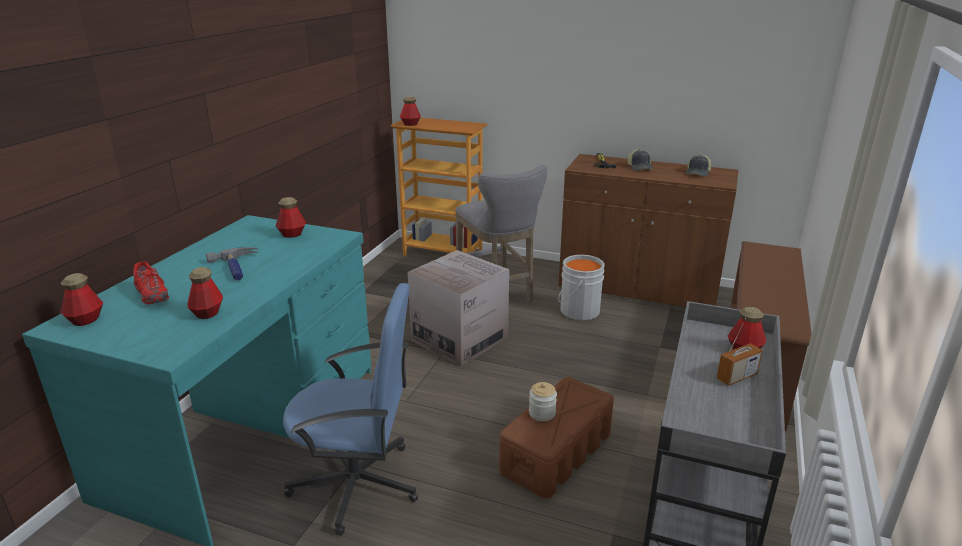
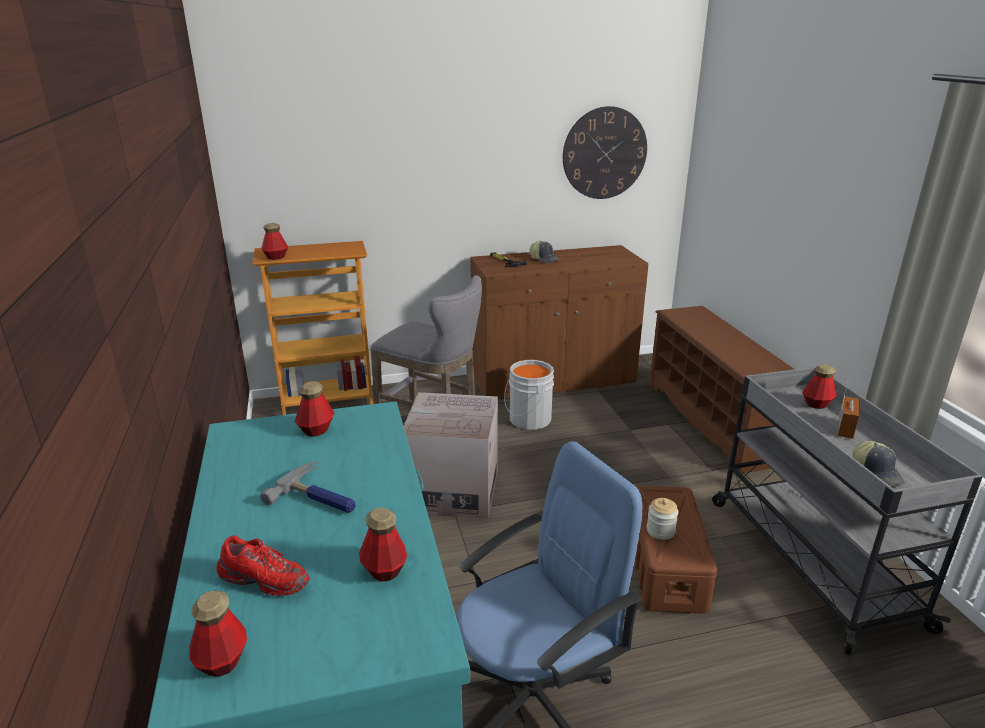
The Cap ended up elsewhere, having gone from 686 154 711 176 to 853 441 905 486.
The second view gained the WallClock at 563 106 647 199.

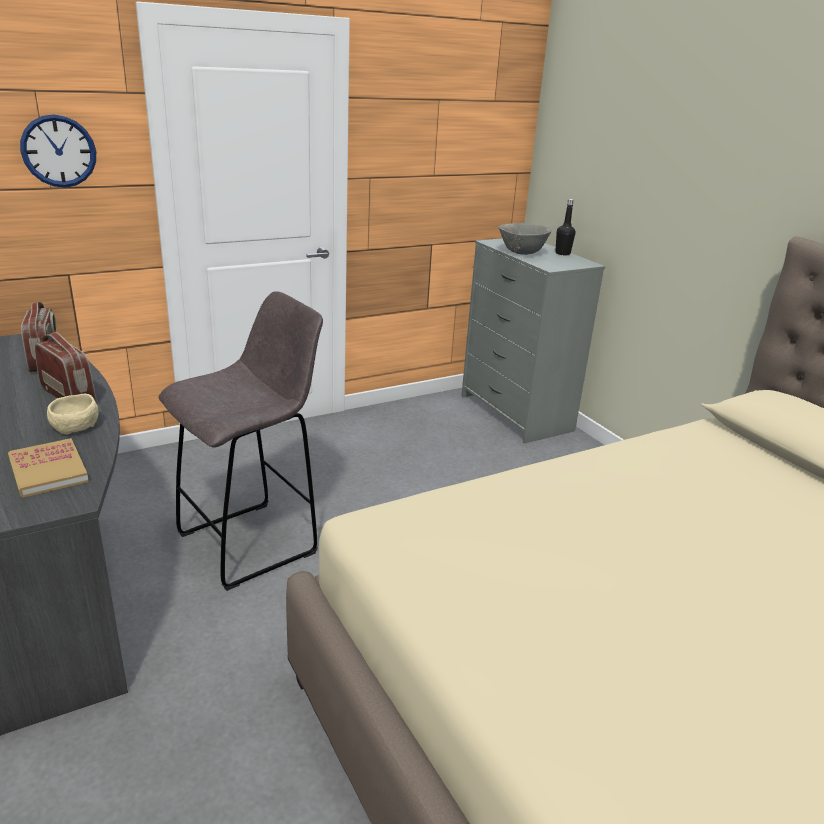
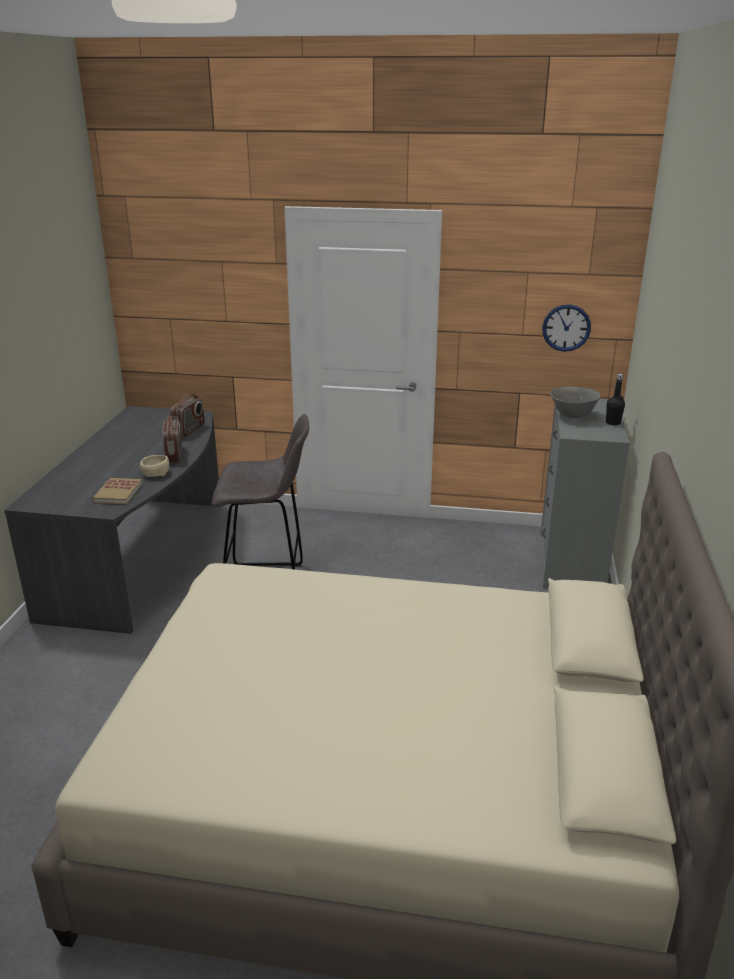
The WallClock ended up elsewhere, having gone from 20 114 96 188 to 542 304 591 352.

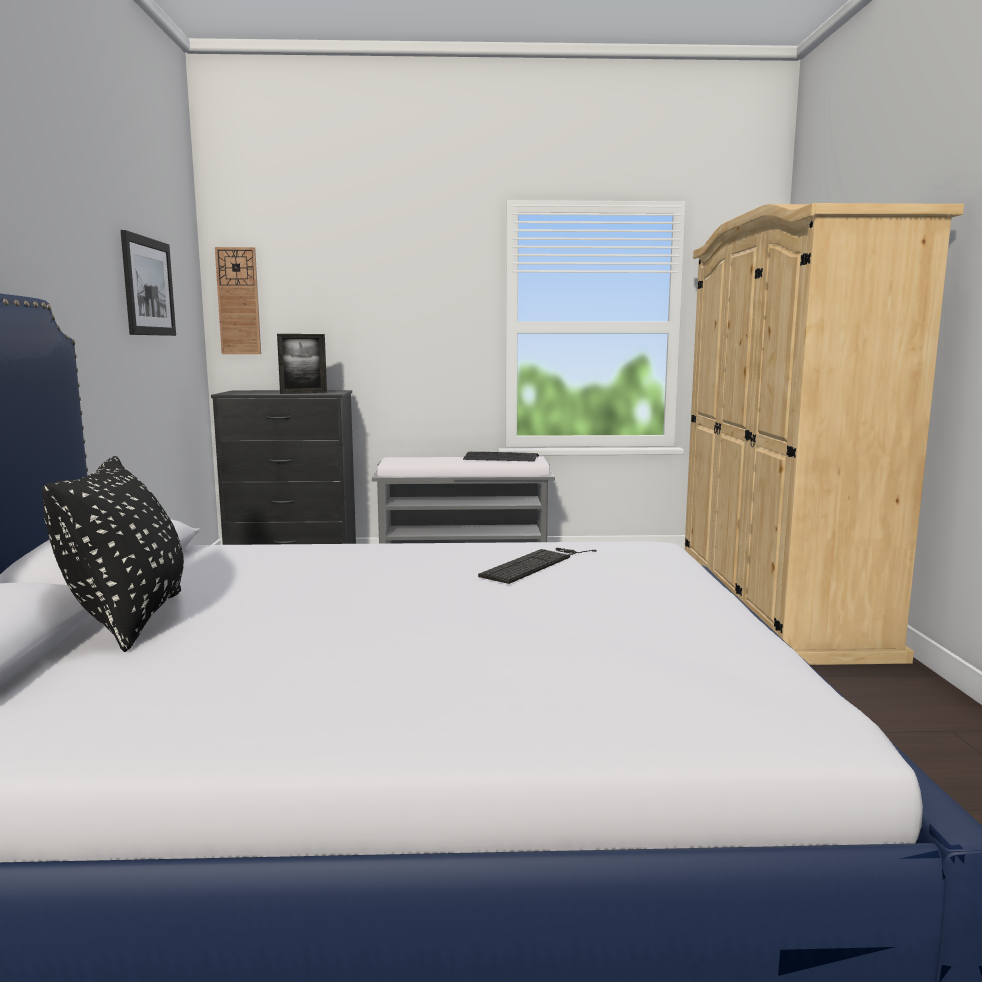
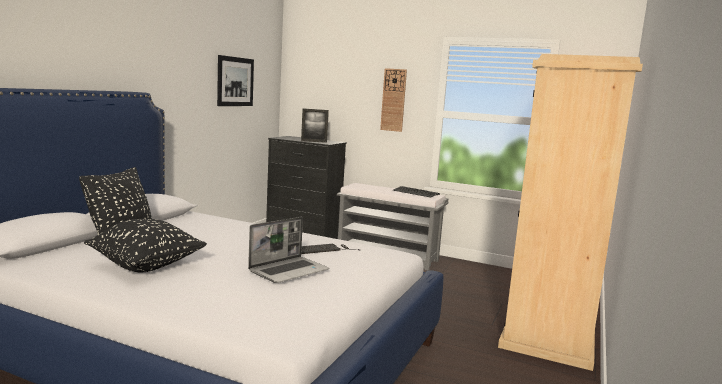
The WallClock ended up elsewhere, having gone from 215 247 261 354 to 380 68 407 132.
The second view gained the Laptop at 248 217 329 283.
The second view gained the BlackPillow at 84 219 207 272.

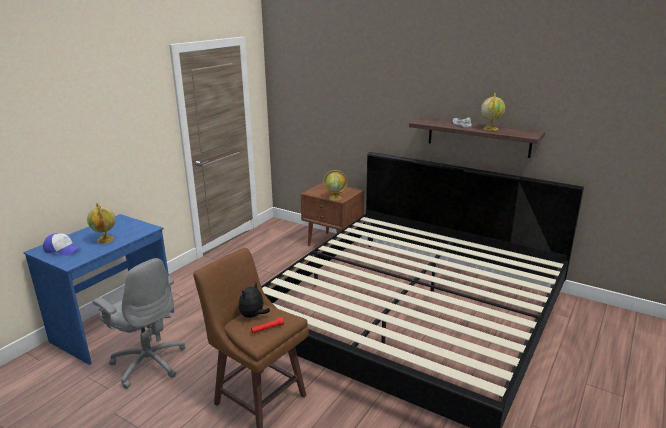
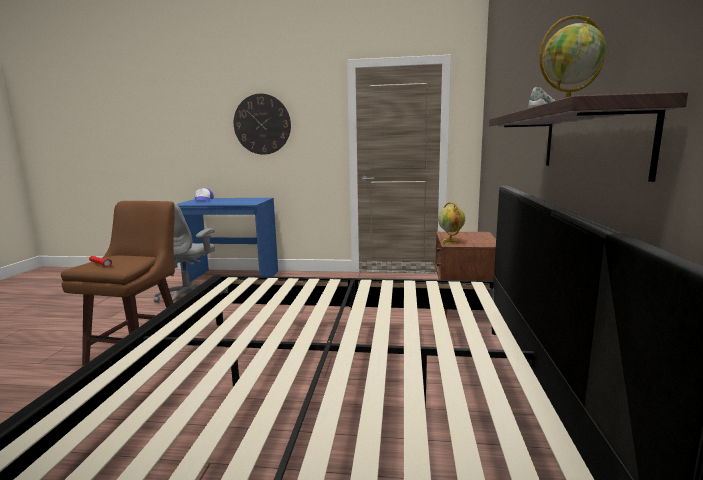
The second view lost the Globe at 87 203 116 244.
The second view lost the PlushToy at 238 282 270 318.
The second view gained the WallClock at 234 94 291 155.

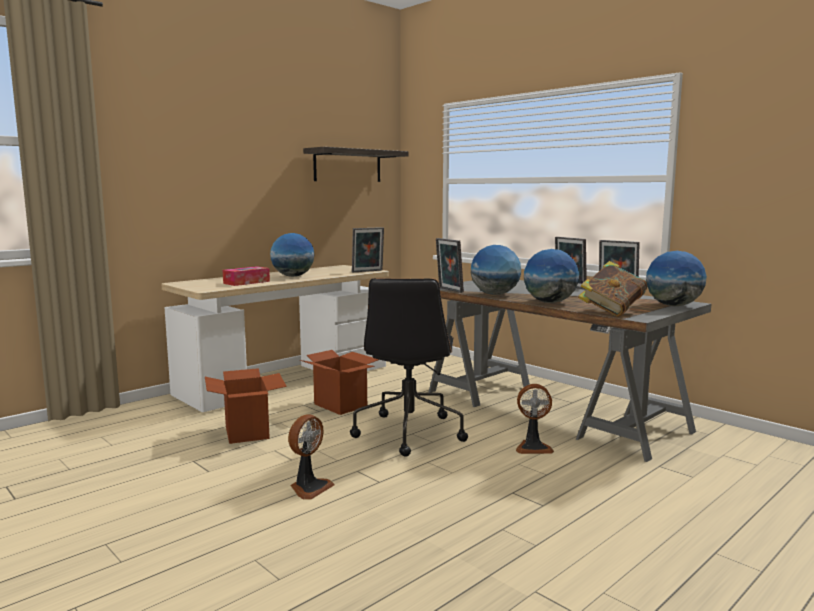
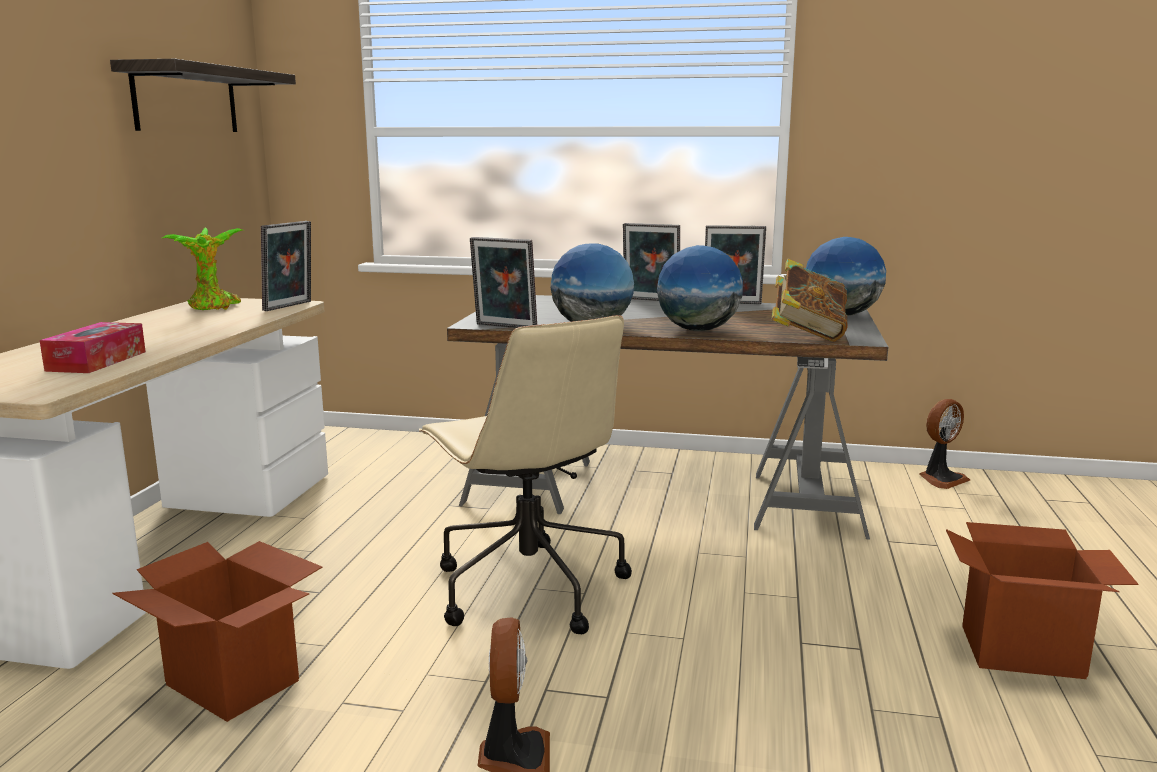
The second view lost the Globe at 270 233 314 277.
What was the BlackOfficeChair at 350 278 468 457 turned into the BeigeOfficeChair at 419 315 632 634.
The CardboardBox ended up elsewhere, having gone from 300 350 379 415 to 946 522 1138 679.
The Fan ended up elsewhere, having gone from 516 384 554 454 to 919 399 970 489.
The second view gained the PottedPlant at 162 227 243 310.

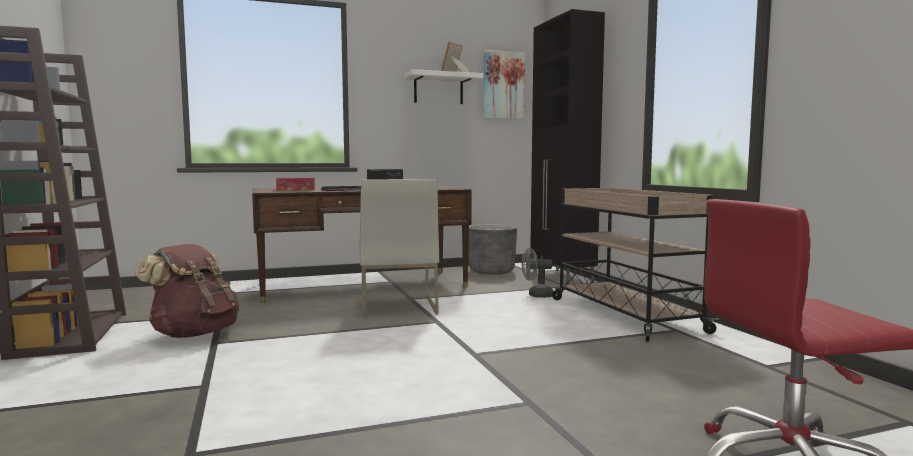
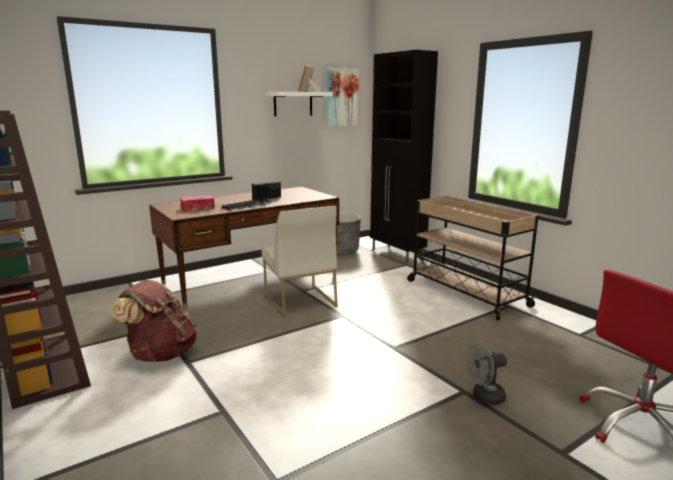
The GreyFan ended up elsewhere, having gone from 522 248 553 298 to 465 343 507 405.

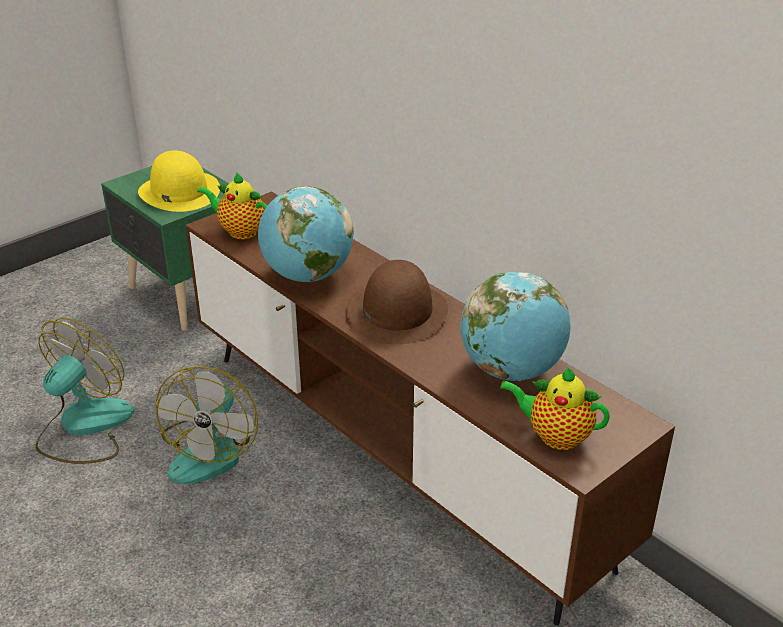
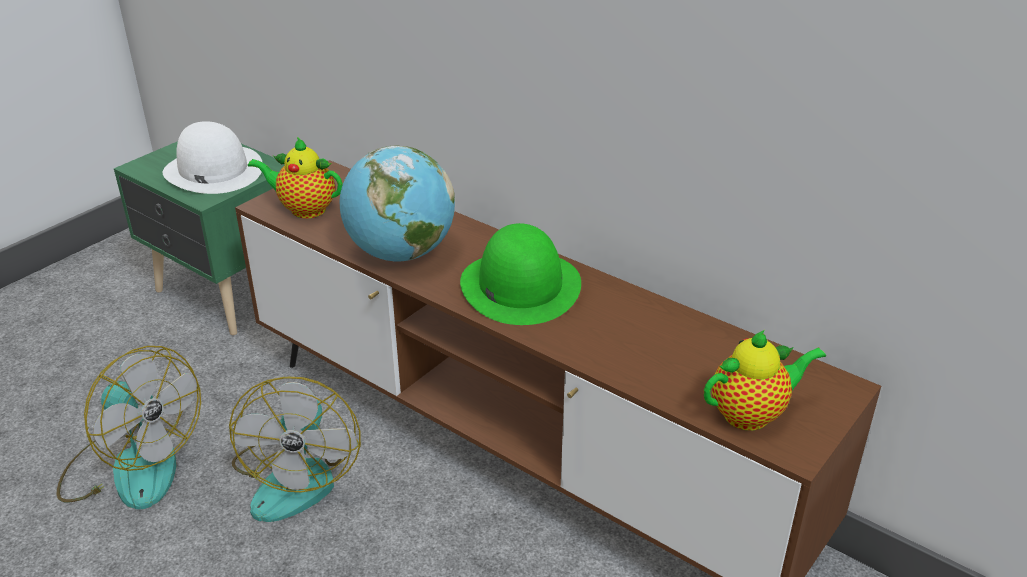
What was the YellowHat at 138 150 220 212 turned into the WhiteHat at 163 121 263 194.
What was the BrownHat at 347 260 448 345 turned into the GreenHat at 460 223 581 325.
The second view lost the Globe at 461 272 570 381.
The Fan at 35 318 134 464 ended up facing another way, 105 degrees clockwise from before.
The Teapot at 500 366 610 450 ended up facing another way, 150 degrees clockwise from before.

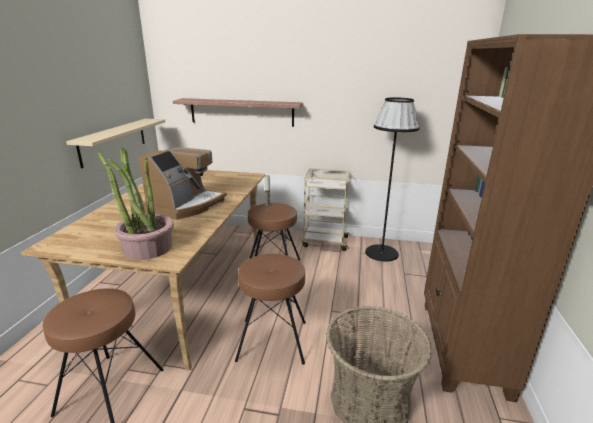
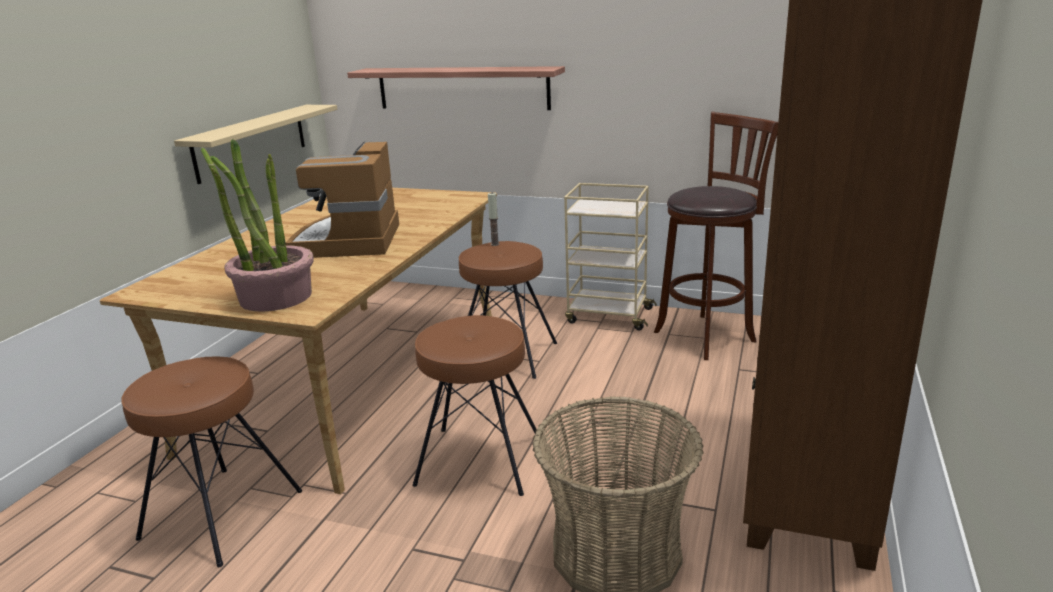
Where the BlackFloorLamp stood at 365 97 420 262, the BrownStool came to stand at 654 112 778 360.
The CoffeeMachine at 139 147 227 220 ended up facing another way, 150 degrees clockwise from before.

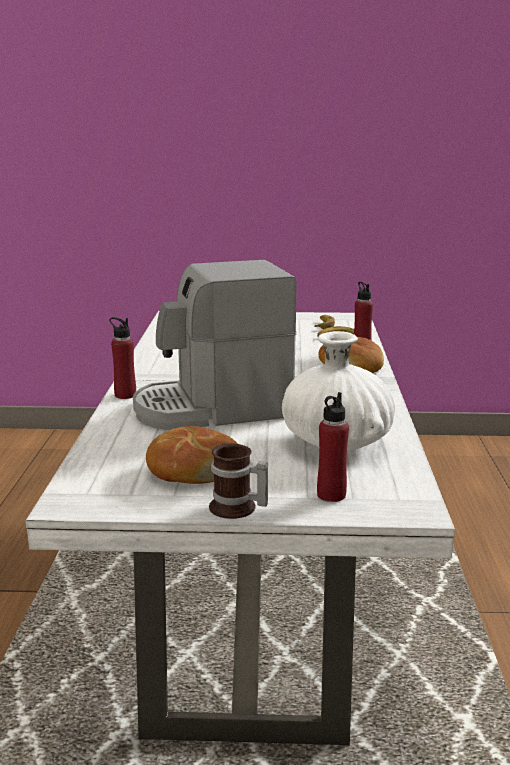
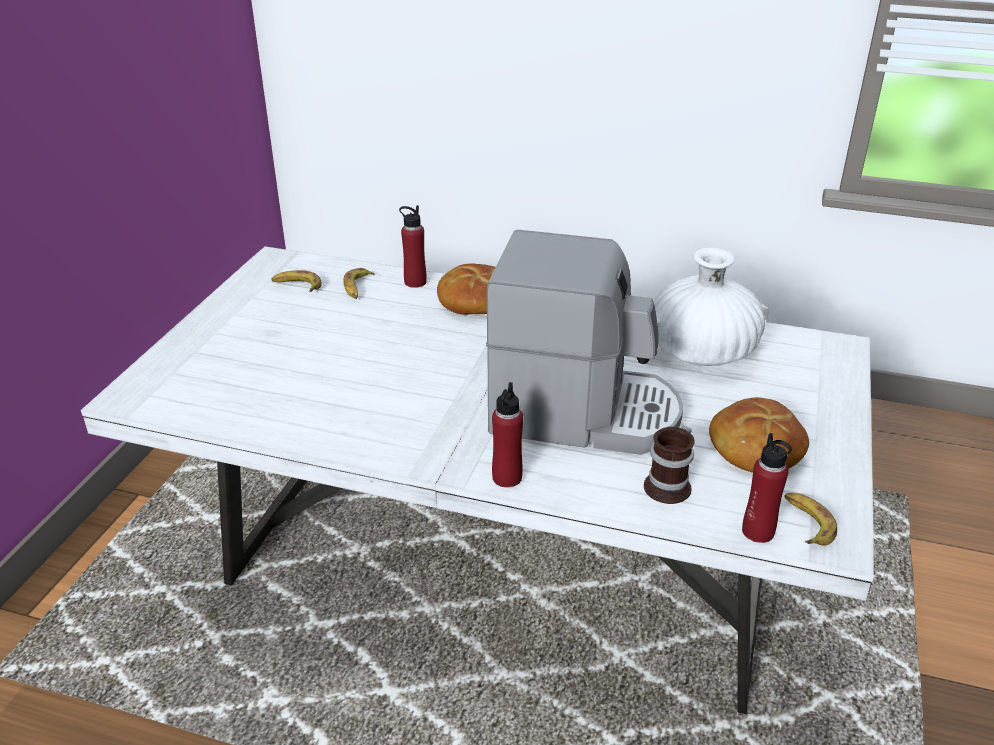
The CoffeeMachine at 133 260 297 430 ended up facing another way, 75 degrees counterclockwise from before.
The RedBottle ended up elsewhere, having gone from 317 392 349 502 to 742 433 792 543.
The Mug ended up elsewhere, having gone from 209 443 268 519 to 644 426 695 504.
The second view gained the Banana at 784 493 837 546.

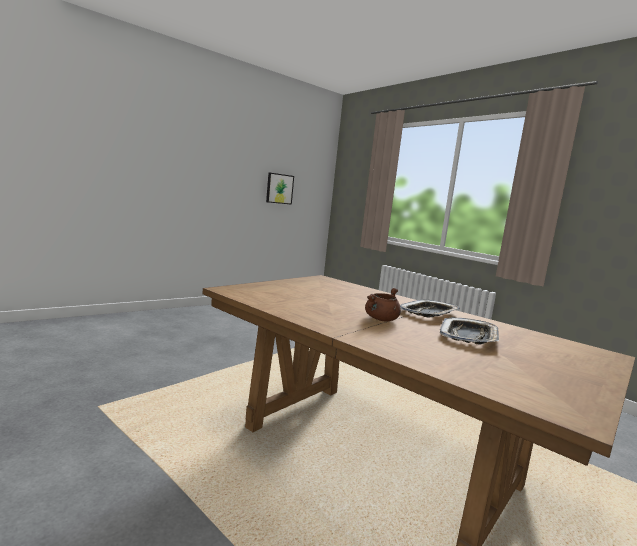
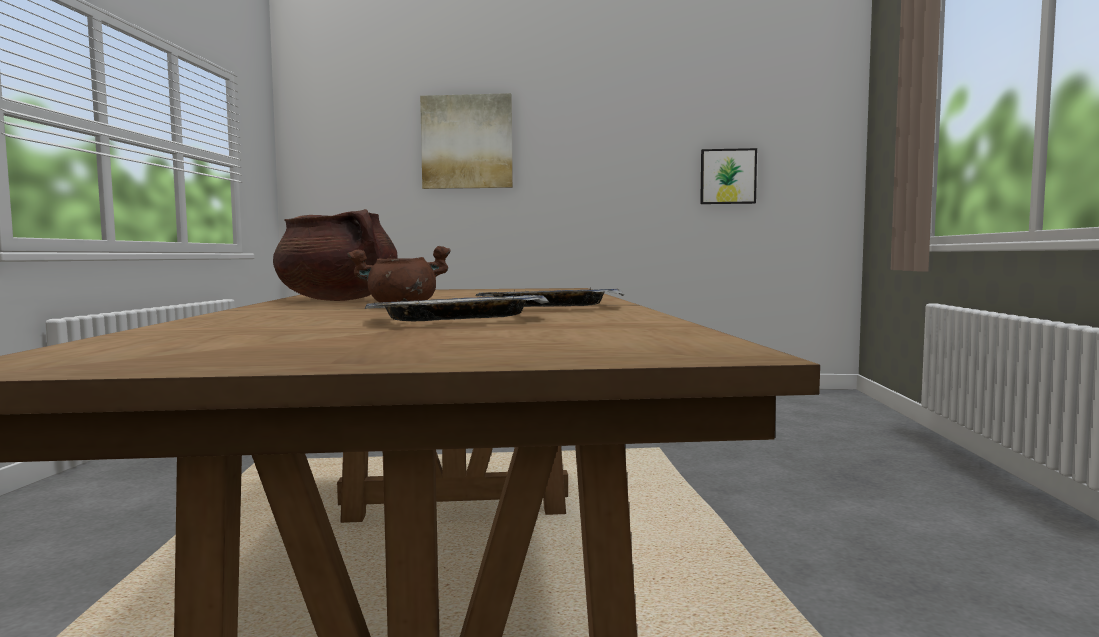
The second view gained the Picture at 420 93 513 189.
The second view gained the BrownCookingPot at 273 209 398 301.

